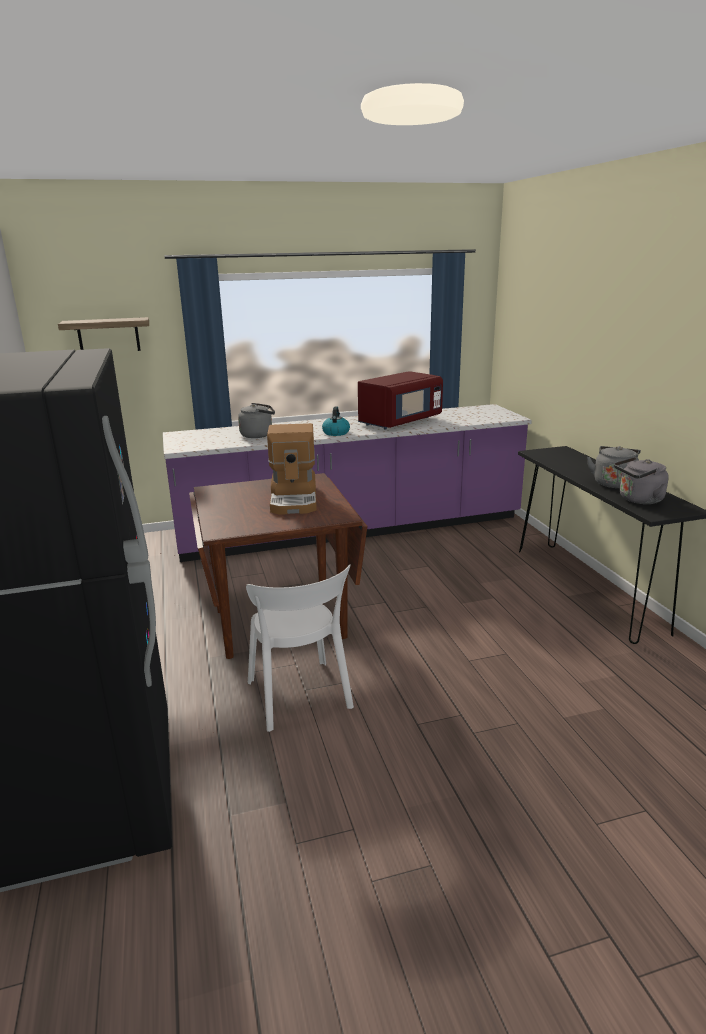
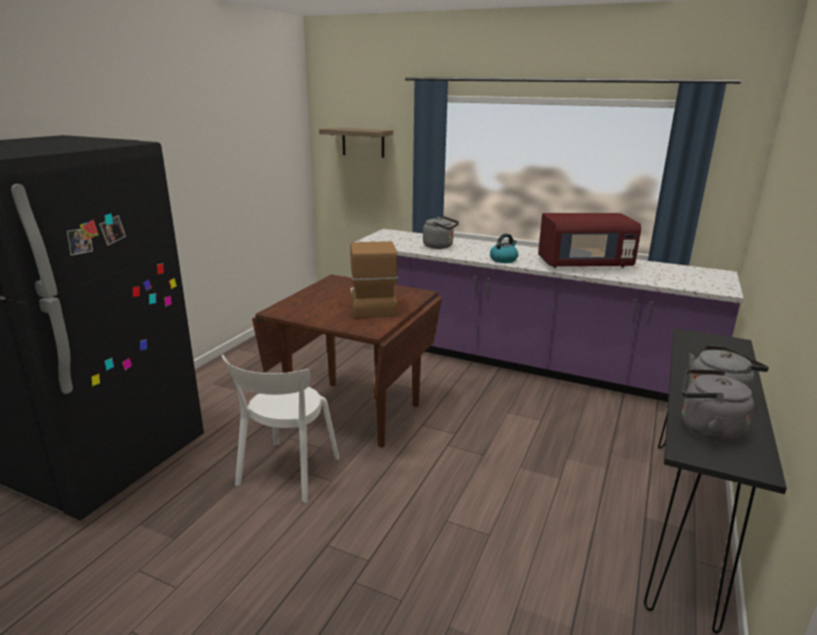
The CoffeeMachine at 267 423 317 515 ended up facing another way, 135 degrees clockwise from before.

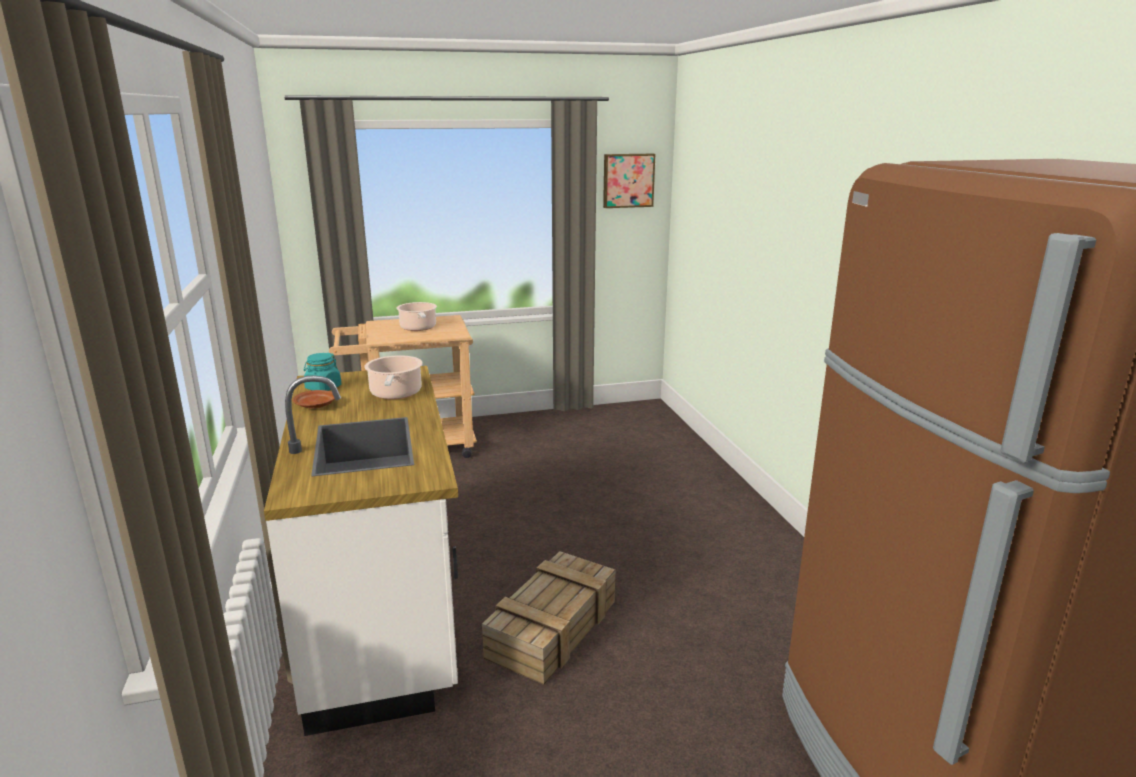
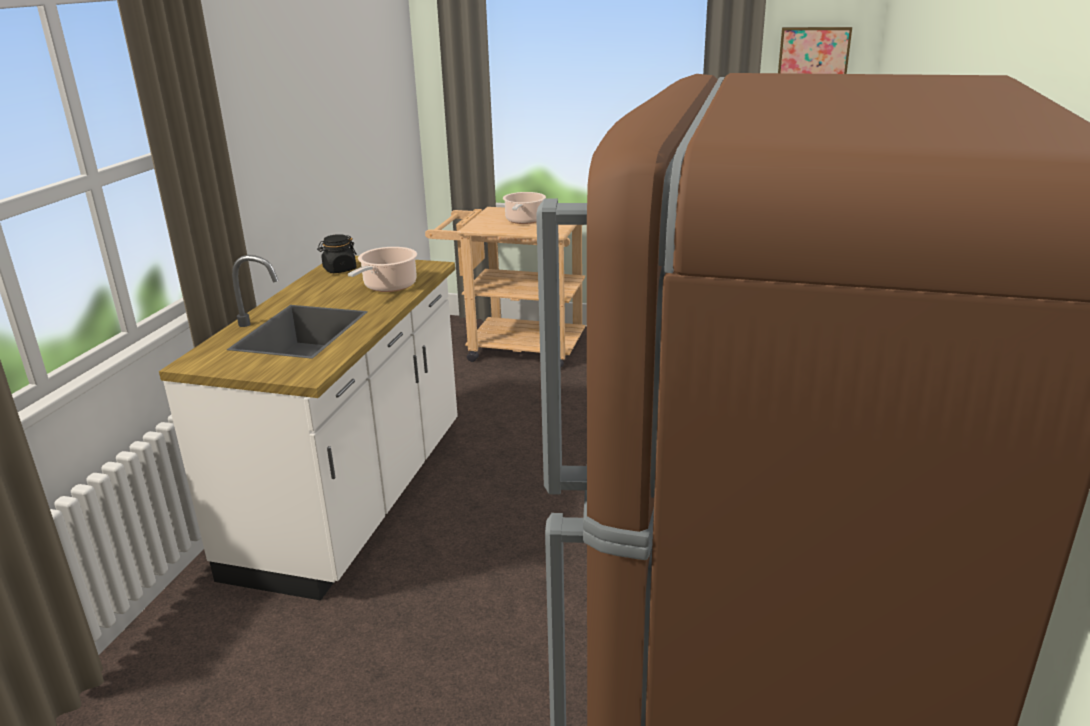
What was the TurquoiseJar at 304 353 341 391 turned into the BlackJar at 317 234 357 273.
The second view lost the BrownPlate at 293 390 335 409.
The second view lost the Crate at 482 551 615 685.

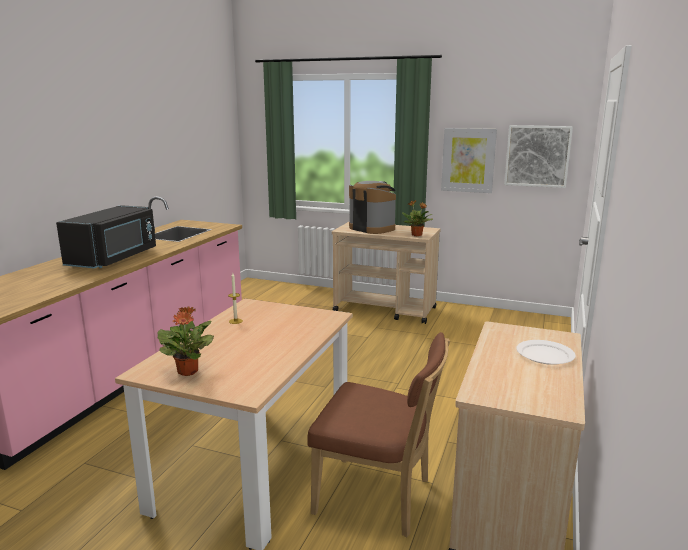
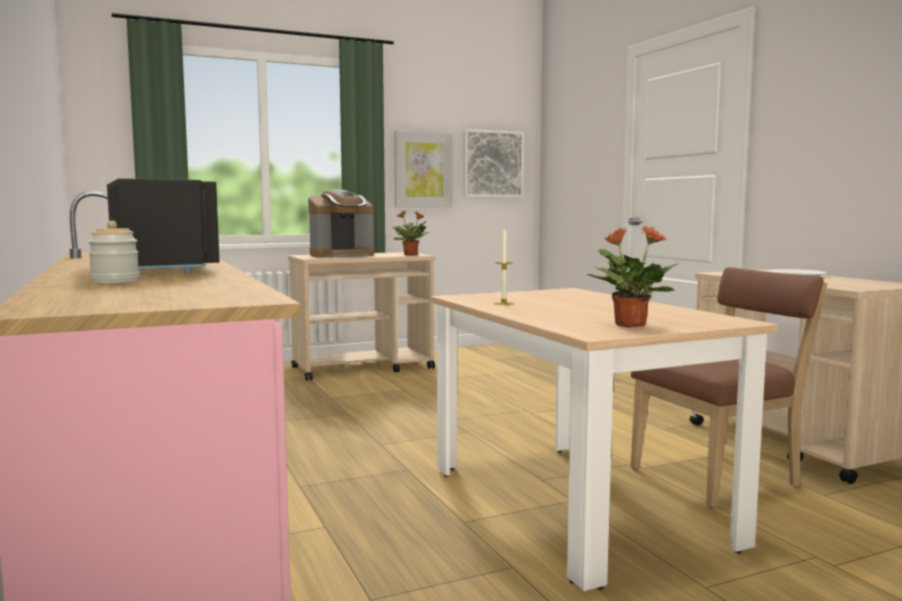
The CoffeeMachine at 349 181 396 234 ended up facing another way, 150 degrees clockwise from before.
The second view gained the Jar at 88 220 140 283.

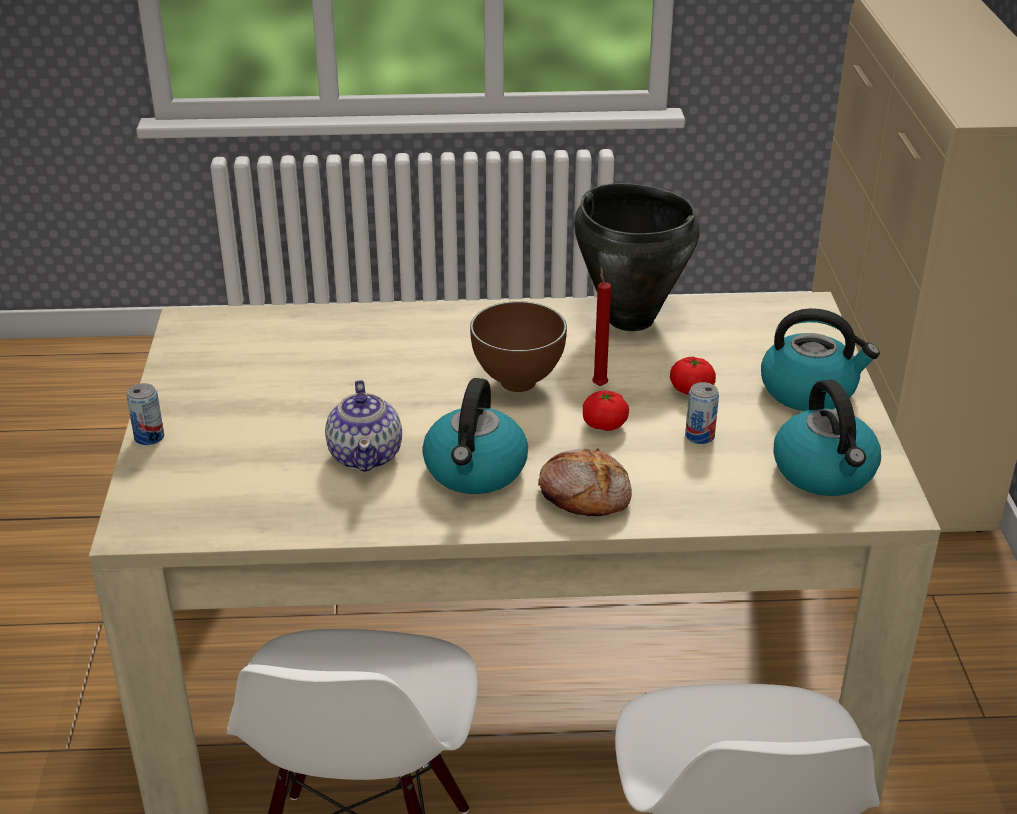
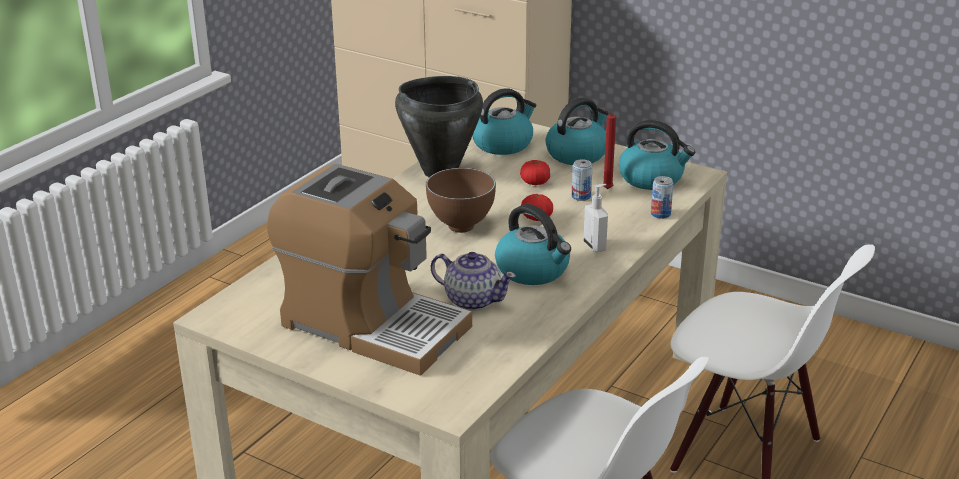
The RedCandle ended up elsewhere, having gone from 592 267 611 386 to 603 106 616 189.
The Can ended up elsewhere, having gone from 127 383 164 445 to 651 176 673 219.
Where the Bread stood at 538 448 632 516, the SoapDispenser came to stand at 584 184 608 252.
The second view gained the Kettle at 472 88 536 155.
The second view gained the CoffeeMachine at 267 164 472 376.

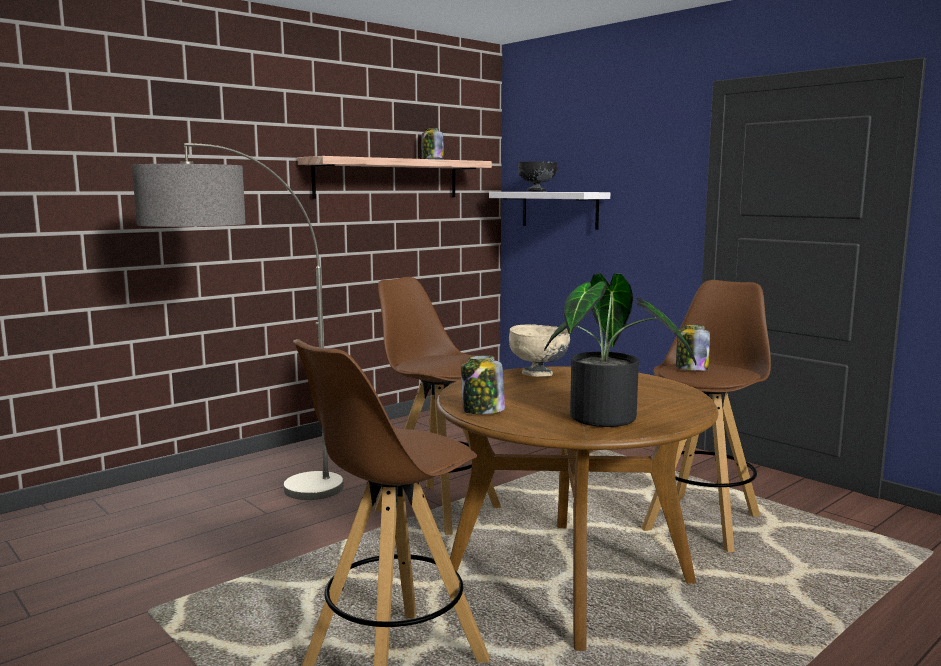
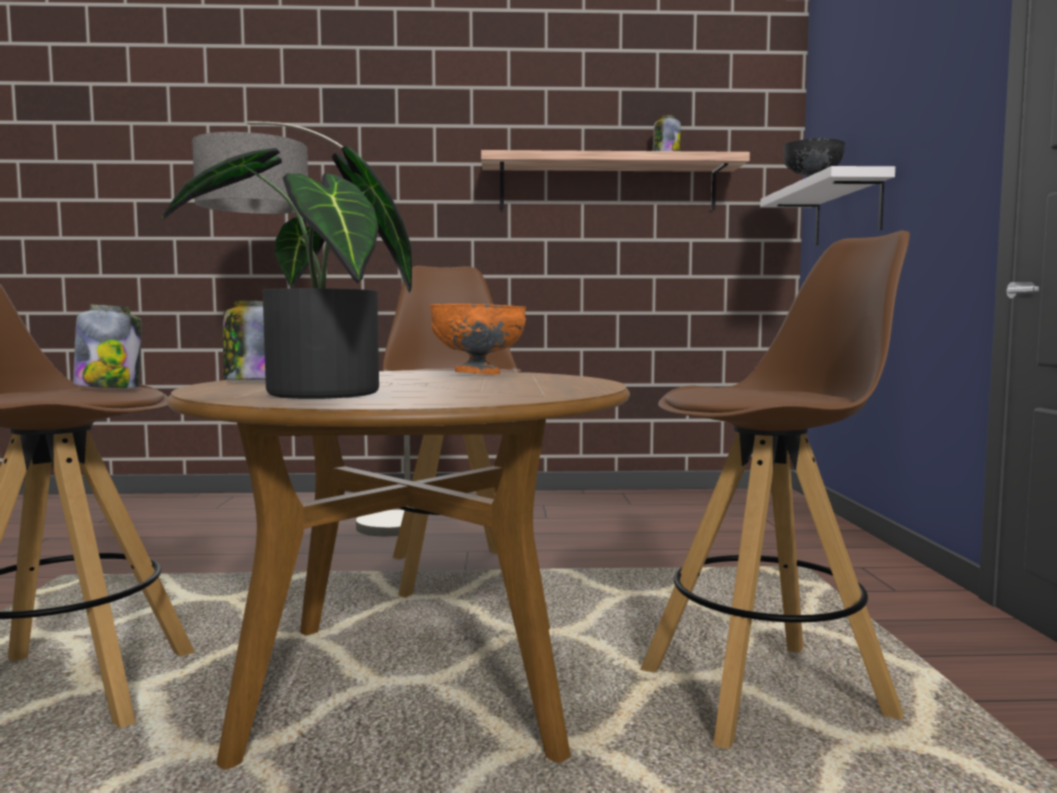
What was the BeigeBowl at 509 325 570 377 turned into the OrangeBowl at 430 304 526 375.
The Jar ended up elsewhere, having gone from 676 325 710 371 to 73 304 142 388.

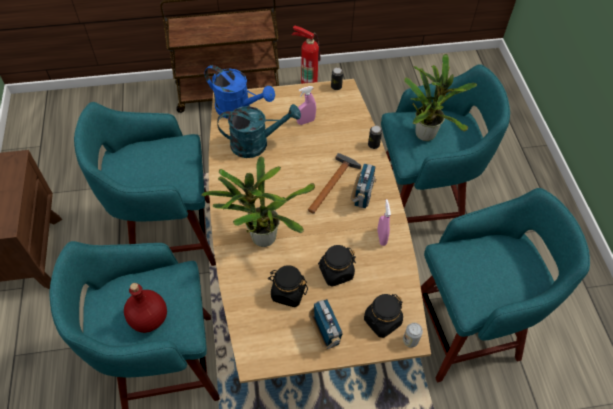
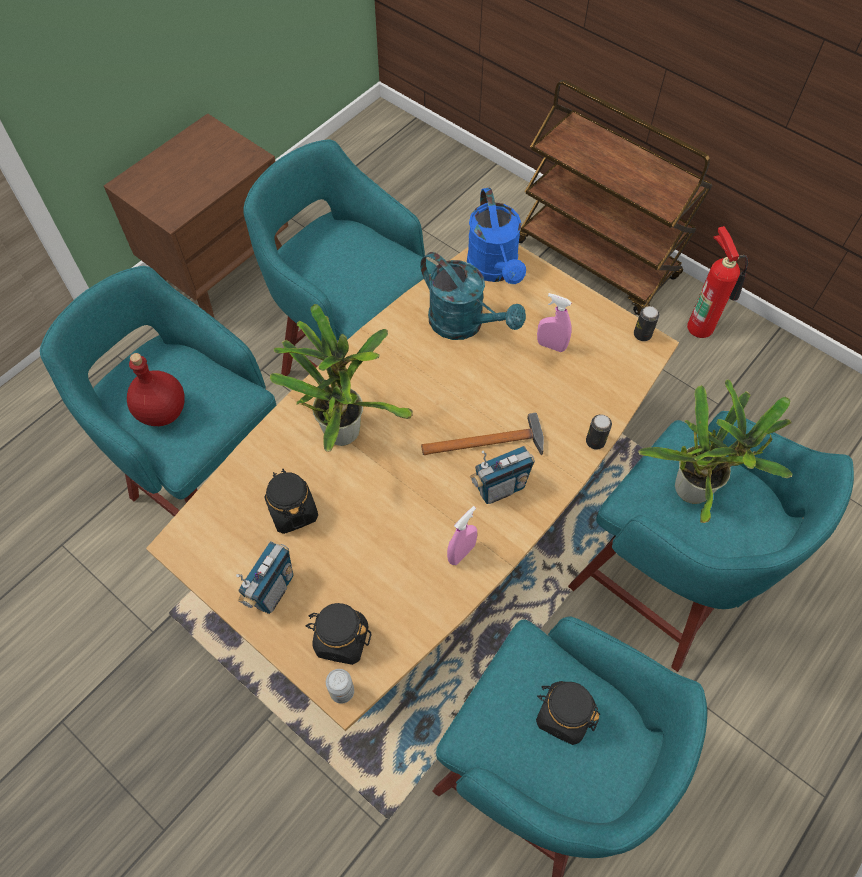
The BlackJar ended up elsewhere, having gone from 318 245 356 287 to 536 681 600 745.

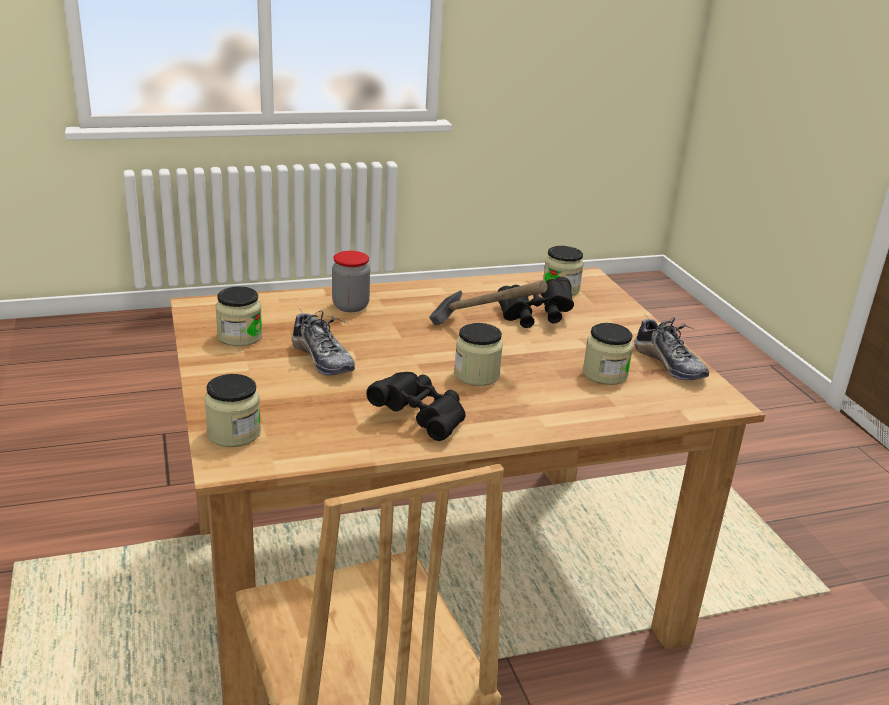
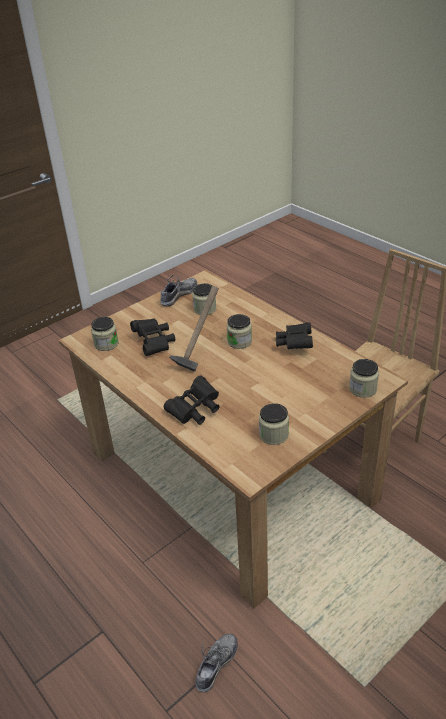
Where the Jar stood at 332 251 370 312, the BlackBinoculars came to stand at 164 376 220 425.
The Shoe ended up elsewhere, having gone from 292 309 355 375 to 195 634 238 692.

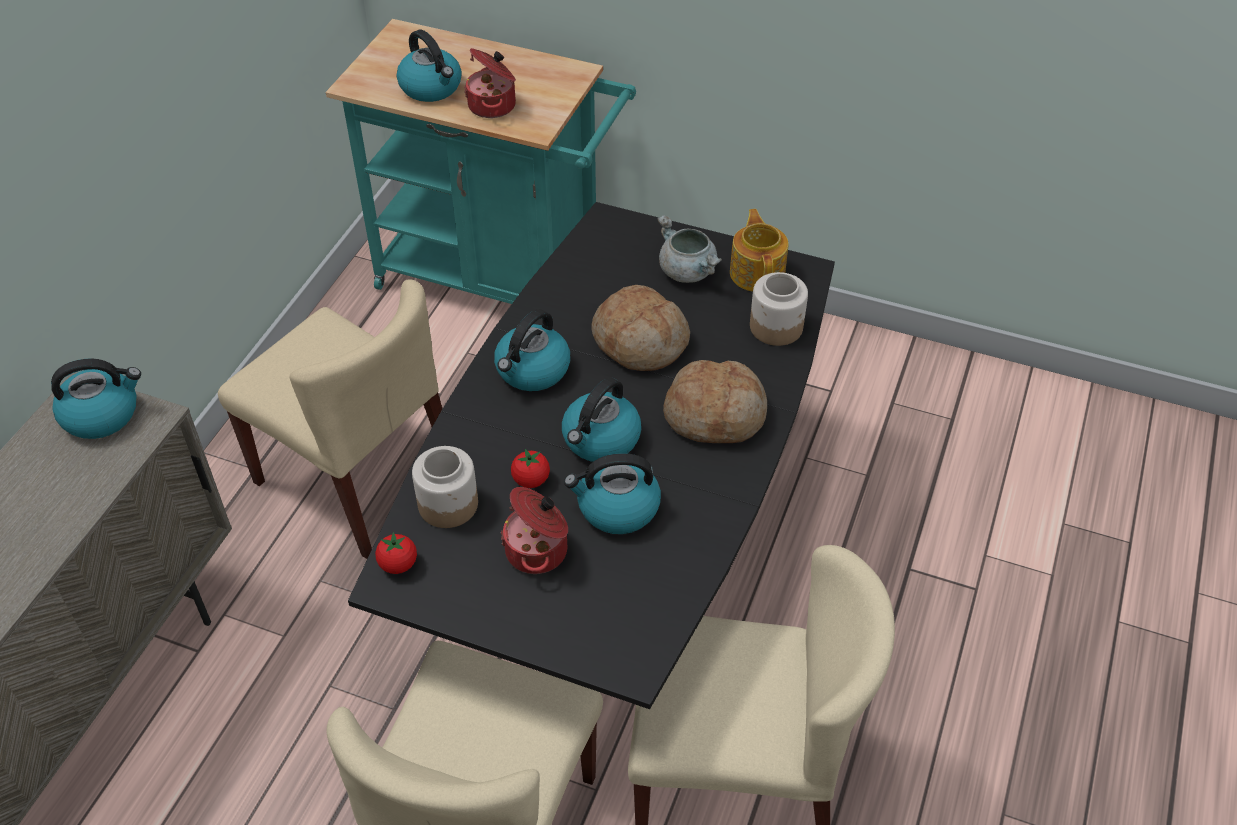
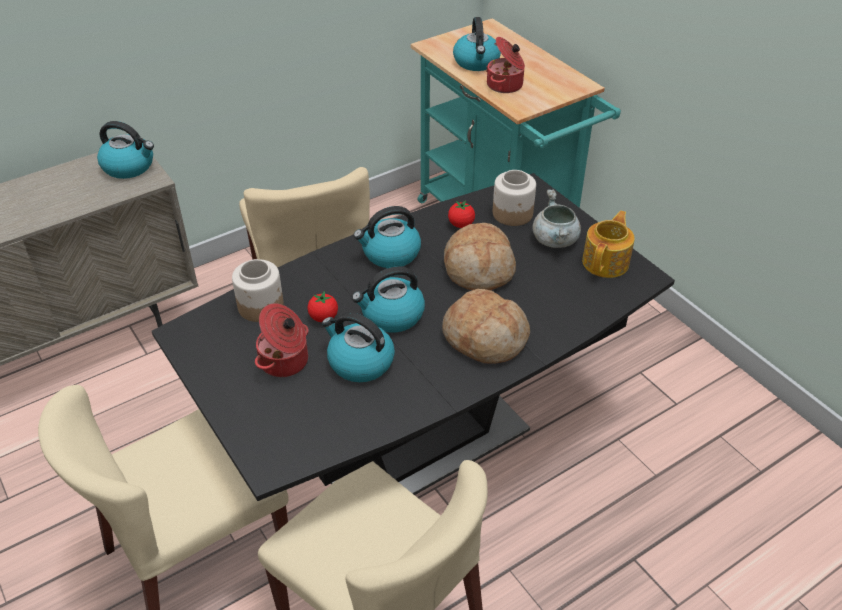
The Jar ended up elsewhere, having gone from 750 272 808 346 to 493 170 536 226.
The Tomato ended up elsewhere, having gone from 375 532 417 574 to 448 200 475 228.

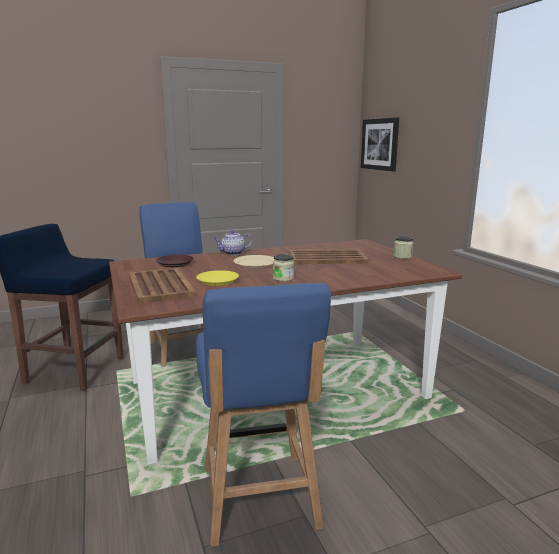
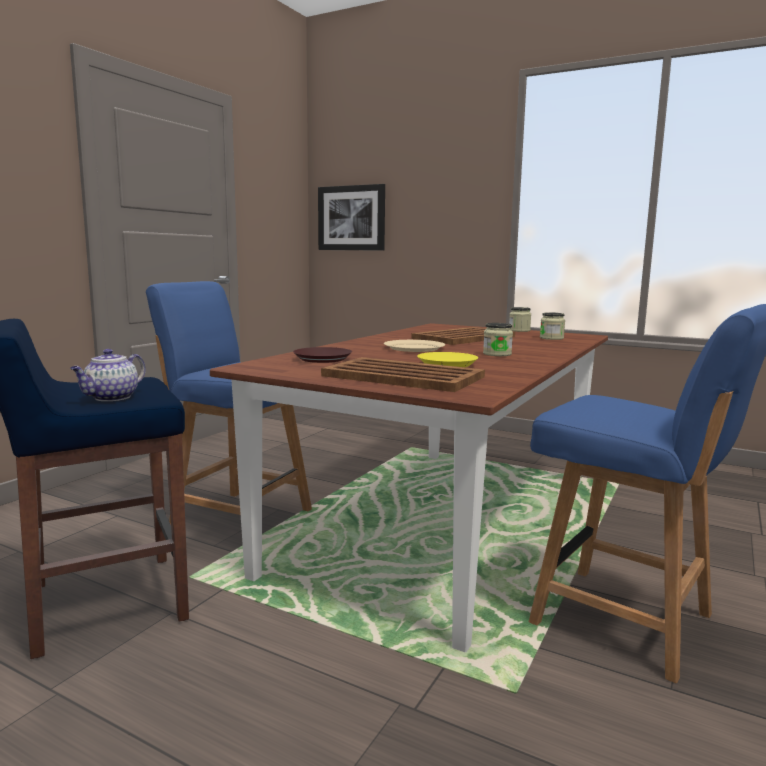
The Teapot ended up elsewhere, having gone from 214 230 252 255 to 70 349 146 401.
The second view gained the Jar at 540 312 565 340.

